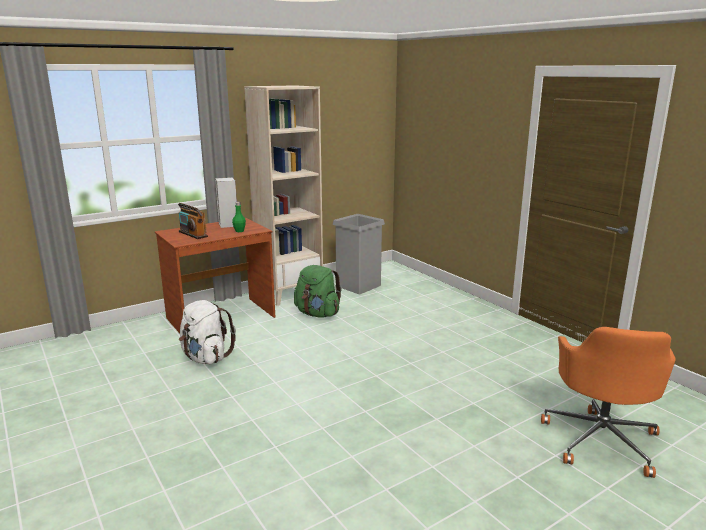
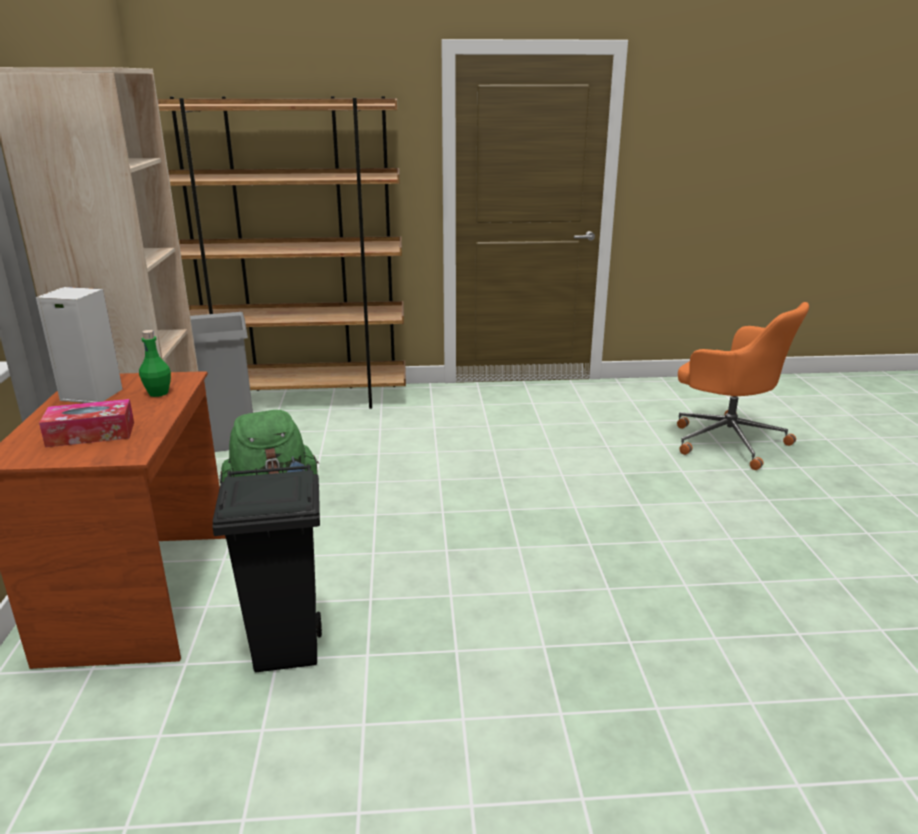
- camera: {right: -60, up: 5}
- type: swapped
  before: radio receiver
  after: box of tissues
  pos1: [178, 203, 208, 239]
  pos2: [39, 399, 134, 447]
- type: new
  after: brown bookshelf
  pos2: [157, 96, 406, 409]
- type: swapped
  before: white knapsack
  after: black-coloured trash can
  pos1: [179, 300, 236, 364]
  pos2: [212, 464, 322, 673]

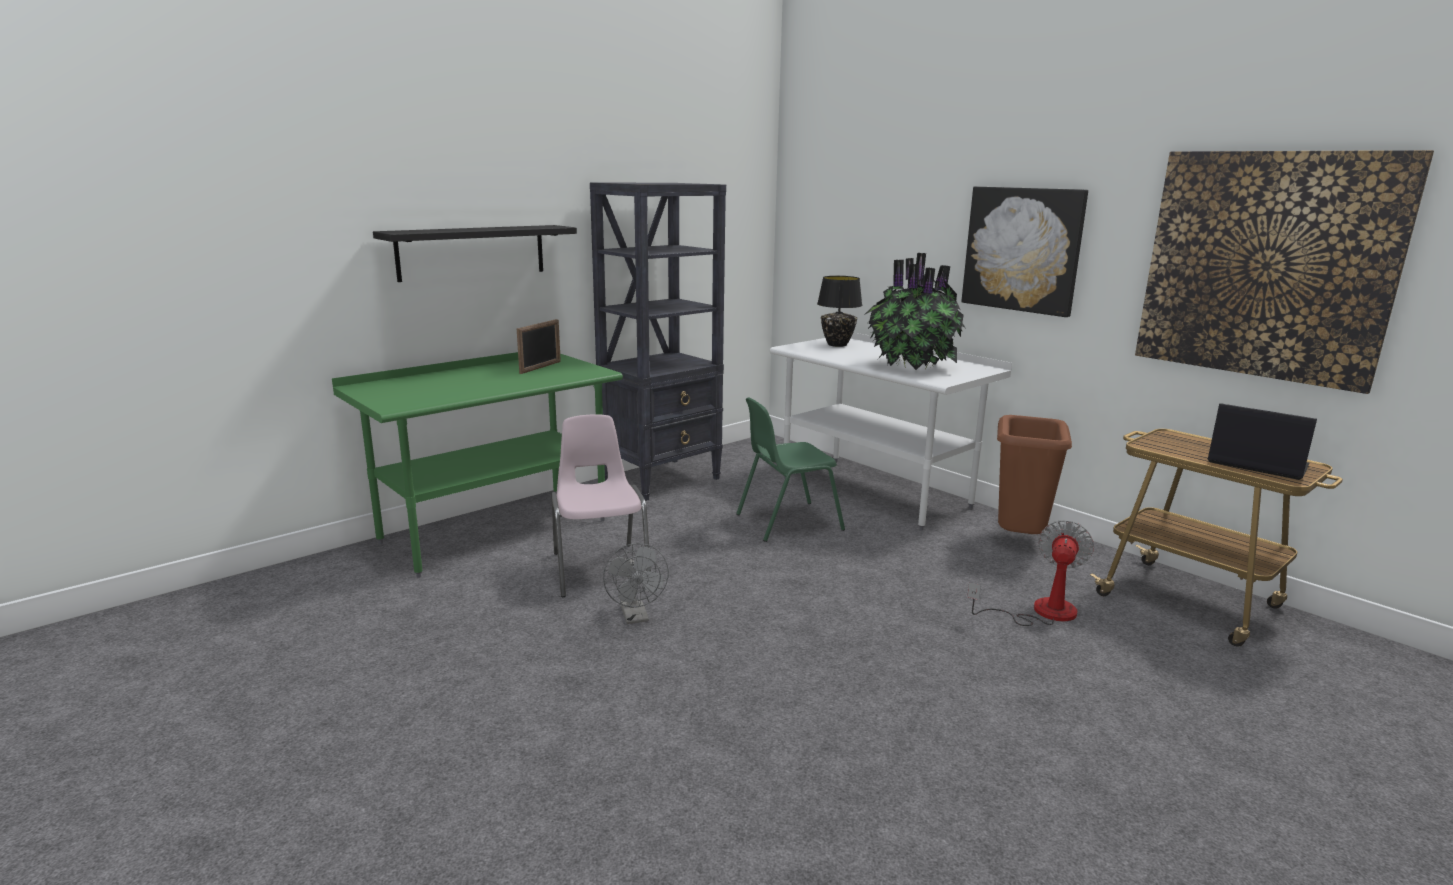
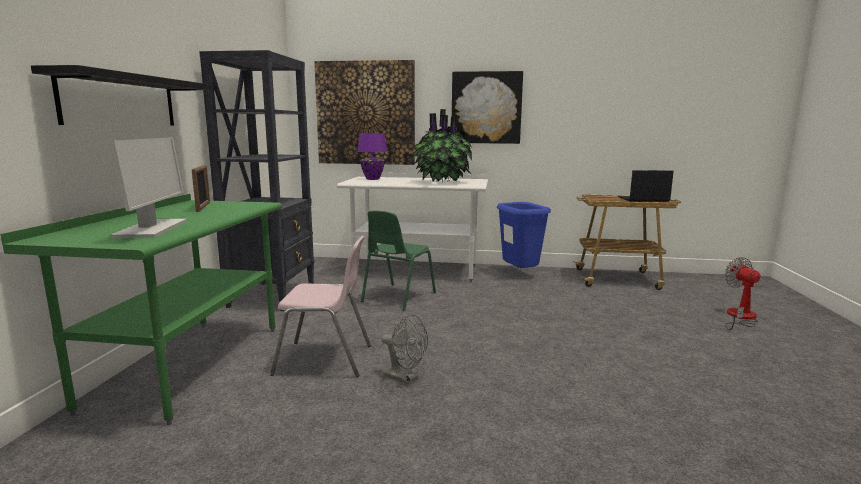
- camera: {right: -40, up: -5}
- type: new
  after: monitor
  pos2: [110, 137, 187, 238]
- type: rotated
  before: pink-coloured chair
  pos1: [551, 414, 651, 597]
  pos2: [270, 236, 371, 377]
  turn: 150
- type: shifted
  before: picture
  pos1: [1135, 150, 1434, 394]
  pos2: [314, 60, 415, 165]
- type: repainted
  before: black-coloured table lamp
  after: purple-coloured table lamp
  pos1: [817, 276, 863, 347]
  pos2: [357, 133, 388, 180]
- type: repainted
  before: brown trash can
  after: blue-coloured trash can
  pos1: [997, 415, 1072, 534]
  pos2: [497, 202, 551, 268]
- type: shifted
  before: fan
  pos1: [967, 520, 1094, 626]
  pos2: [725, 257, 761, 330]

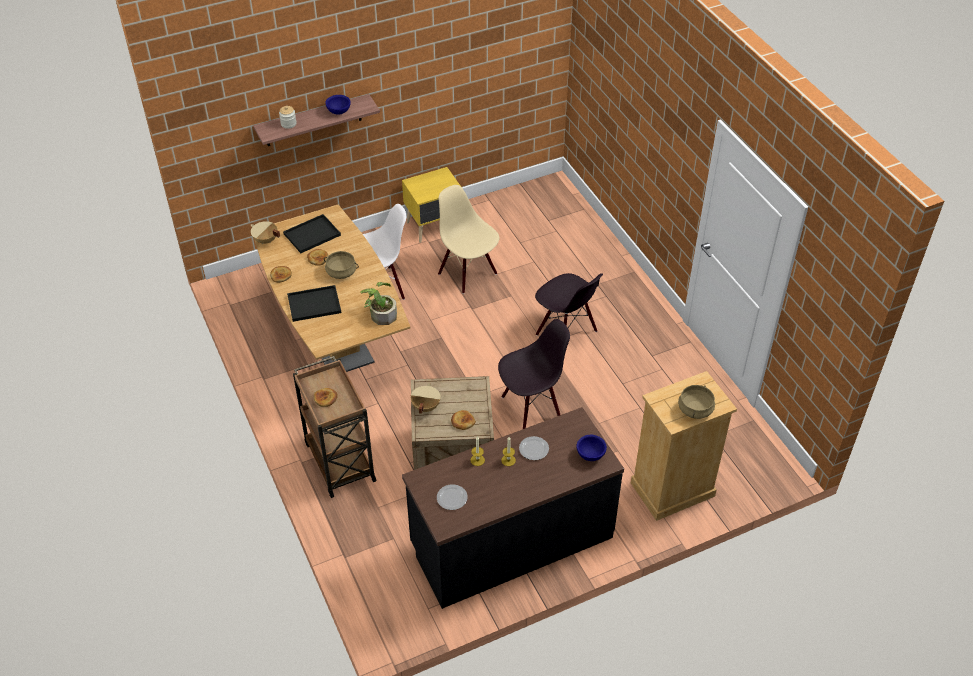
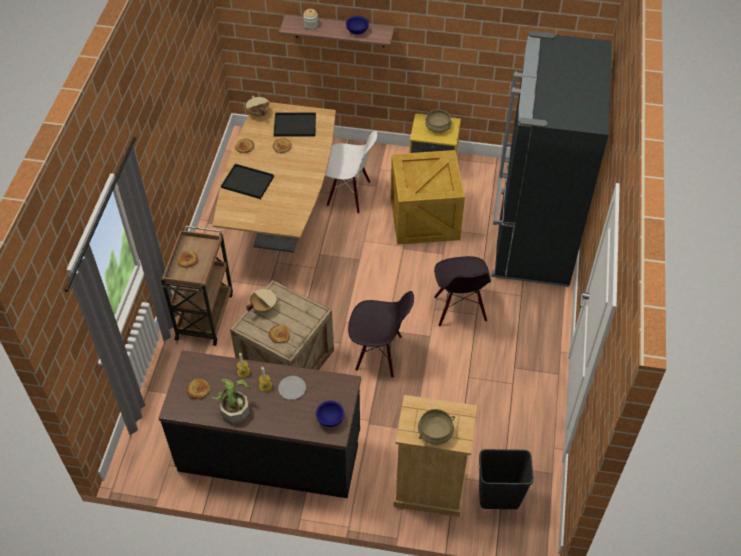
- camera: {right: 35, up: 5}
- type: swapped
  before: plate
  after: bakery bread
  pos1: [437, 484, 468, 510]
  pos2: [186, 378, 211, 399]
- type: shifted
  before: plant in a pot
  pos1: [361, 282, 397, 325]
  pos2: [212, 379, 251, 425]
- type: swapped
  before: beige chair
  after: shipping crate
  pos1: [438, 185, 499, 294]
  pos2: [391, 150, 465, 245]
- type: shifted
  before: beige cooking pot
  pos1: [324, 251, 359, 279]
  pos2: [425, 109, 451, 133]
- type: new
  after: black-coloured trash can
  pos2: [479, 449, 534, 509]
- type: new
  after: black-coloured kitchen fridge
  pos2: [491, 31, 612, 287]

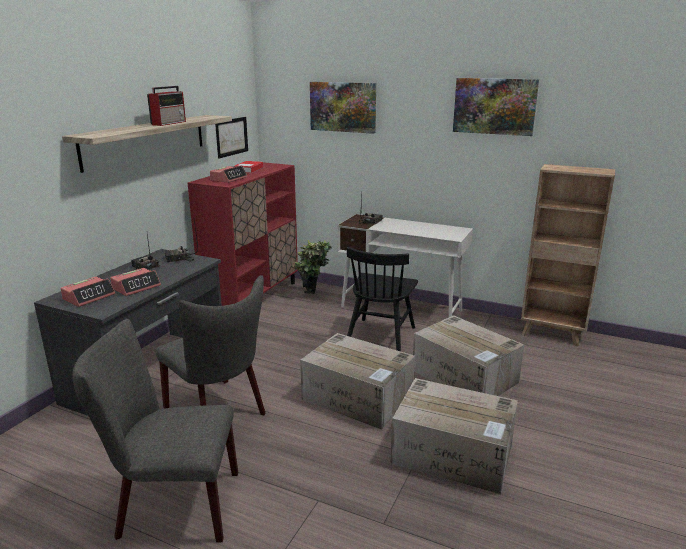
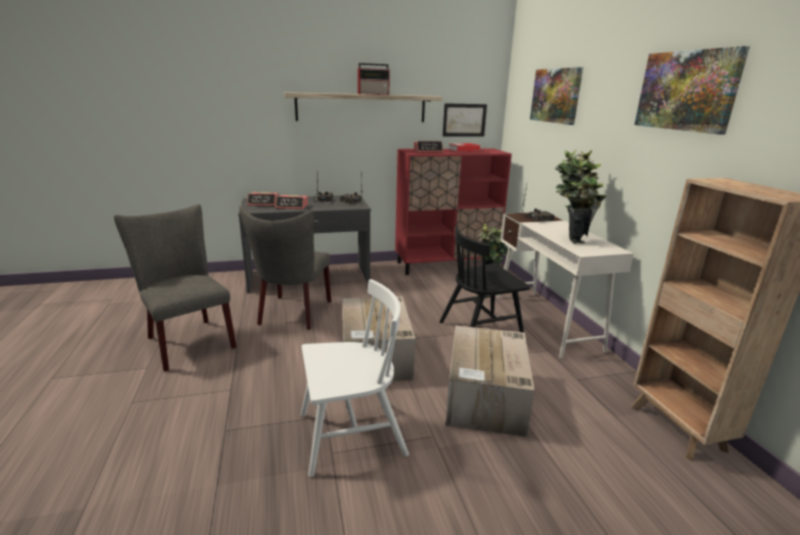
- camera: {right: 50, up: 0}
- type: swapped
  before: carton
  after: white chair
  pos1: [391, 378, 518, 494]
  pos2: [301, 279, 409, 477]
- type: new
  after: plant in a pot
  pos2: [554, 150, 607, 244]

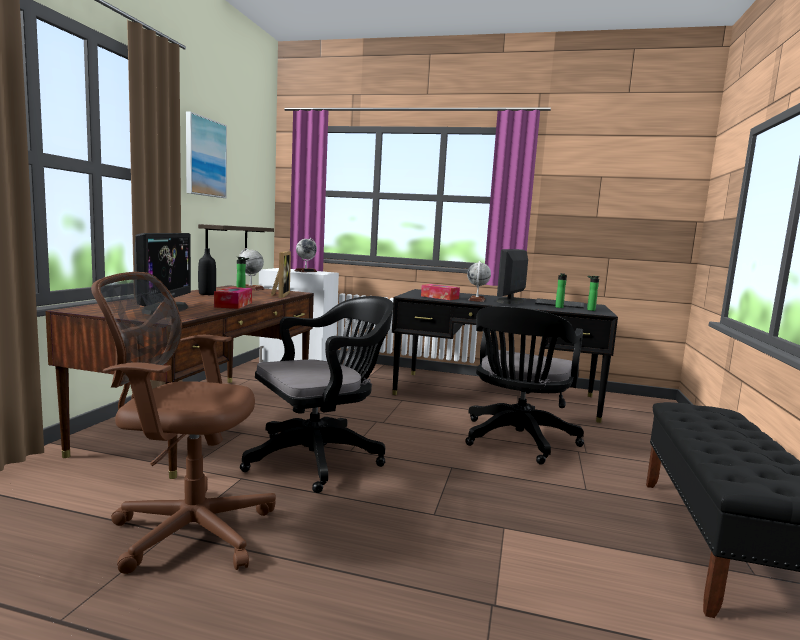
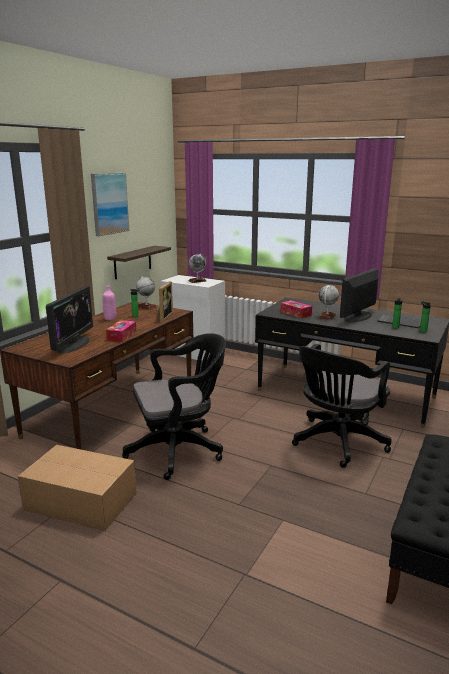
- camera: {right: 15, up: 10}
- type: swapped
  before: brown desk chair
  after: carton
  pos1: [91, 272, 276, 574]
  pos2: [18, 445, 136, 531]
- type: repainted
  before: black-coloured drink bottle
  after: pink-coloured drink bottle
  pos1: [198, 248, 216, 295]
  pos2: [103, 286, 116, 320]

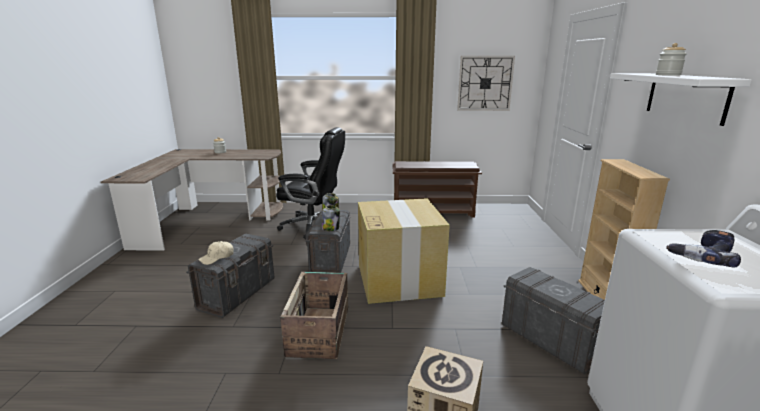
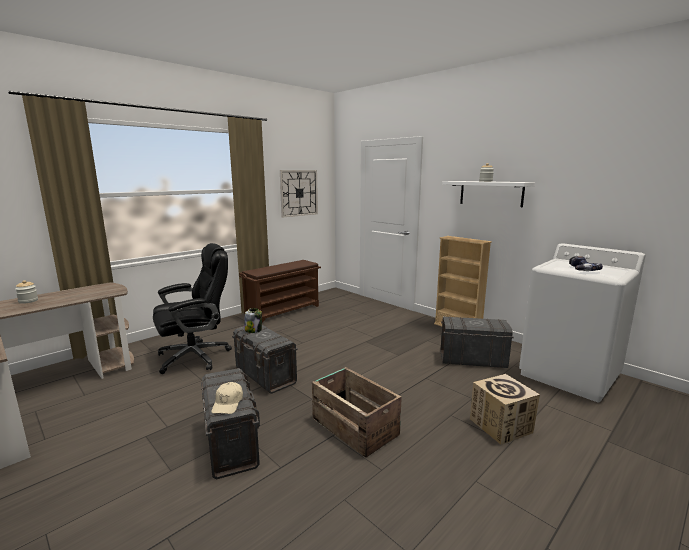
- camera: {right: -45, up: -5}
- type: gone
  before: jar
  pos1: [322, 205, 340, 231]
- type: gone
  before: carton
  pos1: [358, 198, 450, 304]

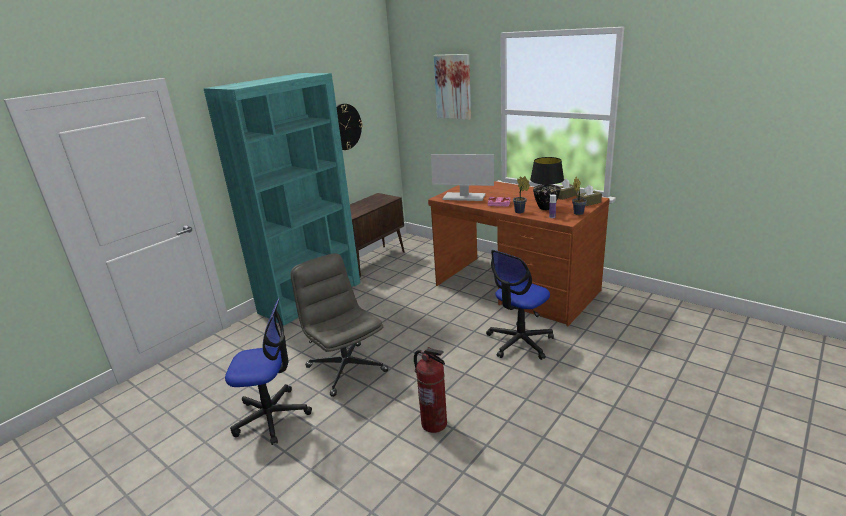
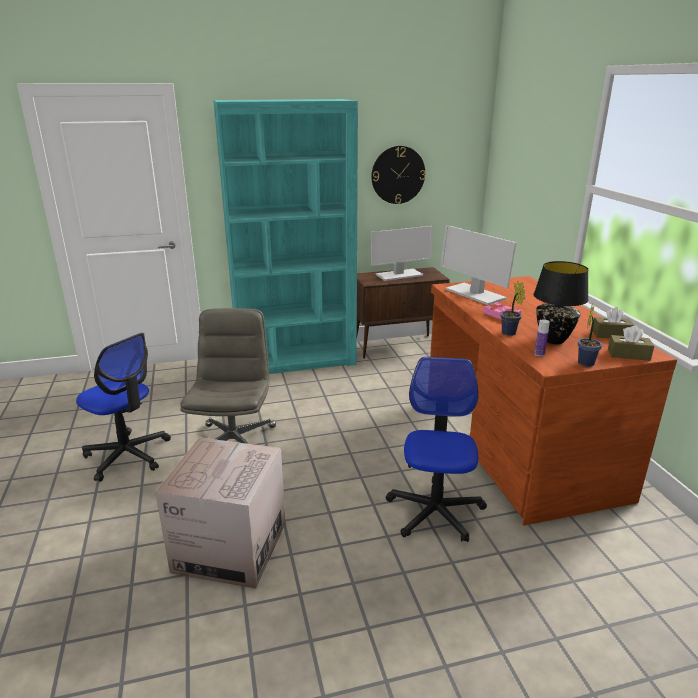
- camera: {right: 35, up: 0}
- type: swapped
  before: extinguisher
  after: carton
  pos1: [414, 347, 447, 433]
  pos2: [155, 437, 286, 589]
- type: new
  after: monitor
  pos2: [371, 226, 433, 281]
- type: rotated
  before: desk chair
  pos1: [486, 250, 554, 360]
  pos2: [386, 357, 487, 542]
  turn: 105
- type: gone
  before: picture
  pos1: [434, 54, 471, 120]

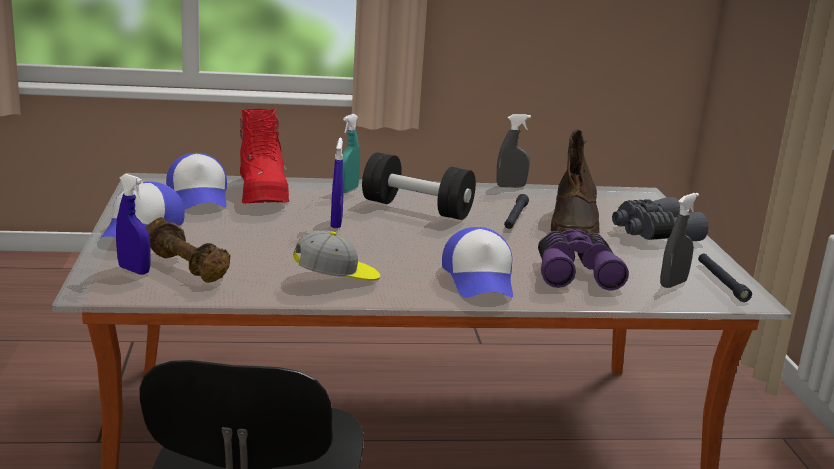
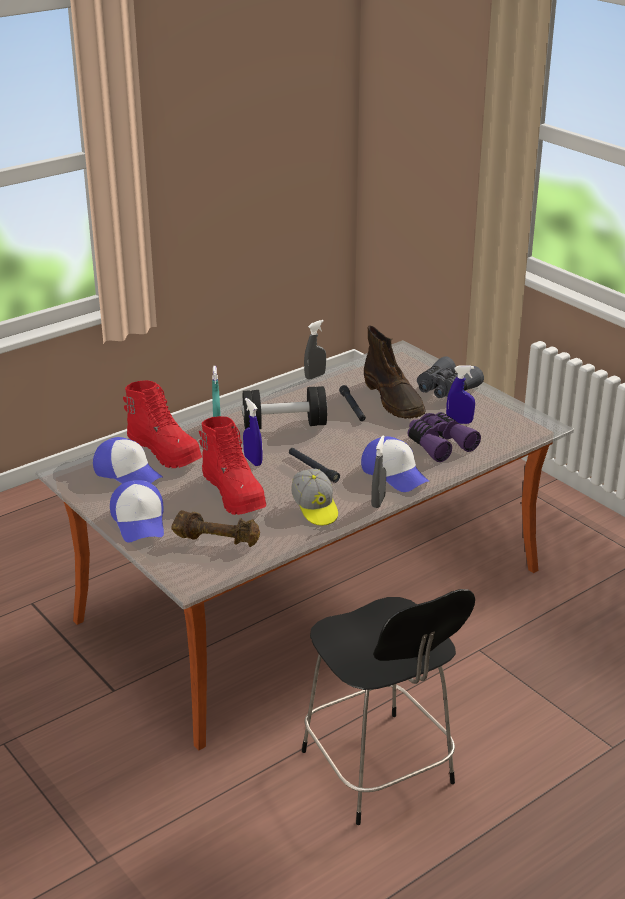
- camera: {right: -30, up: 10}
- type: new
  after: red boot
  pos2: [199, 416, 267, 515]
- type: shifted
  before: black-coloured hand torch
  pos1: [698, 254, 752, 302]
  pos2: [289, 448, 340, 483]
- type: rotated
  before: cap
  pos1: [293, 230, 380, 281]
  pos2: [291, 469, 338, 526]
  turn: 120
- type: shifted
  before: gray sprayer
  pos1: [660, 193, 699, 288]
  pos2: [371, 435, 386, 508]
- type: shifted
  before: blue-coloured sprayer
  pos1: [116, 174, 151, 275]
  pos2: [446, 365, 475, 424]

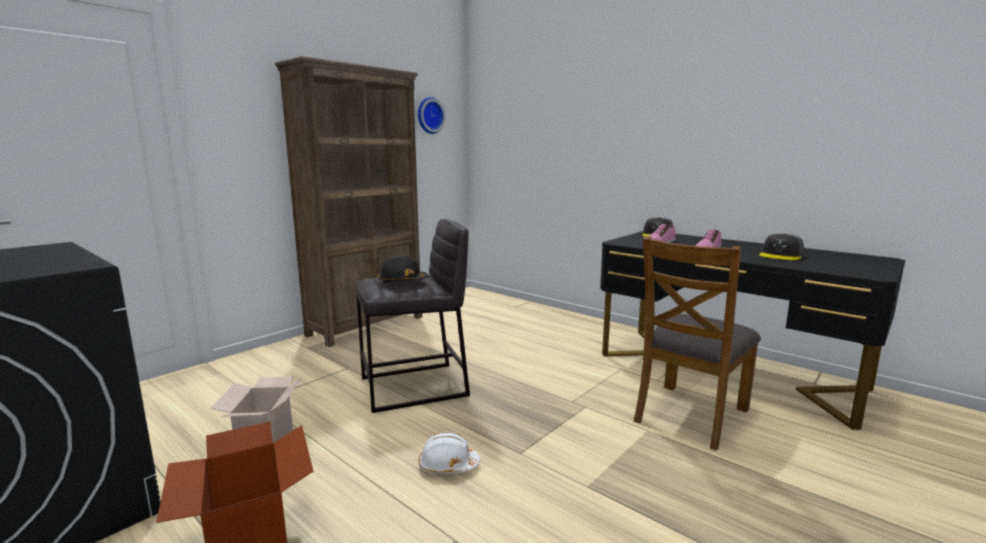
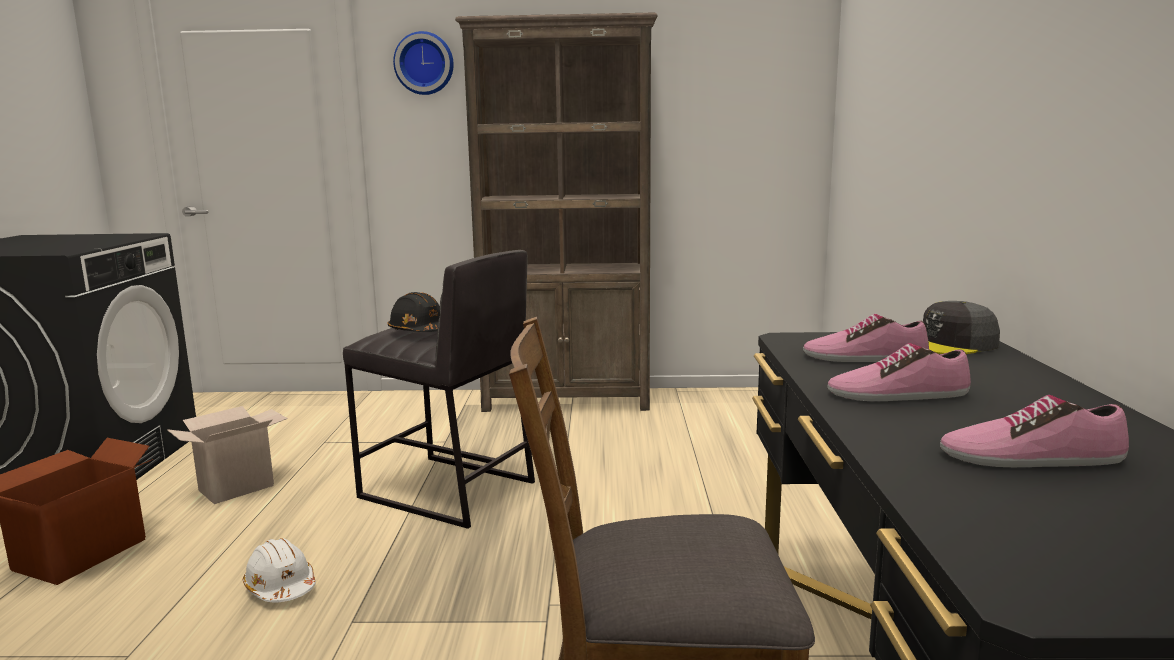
- camera: {right: 50, up: 0}
- type: shifted
  before: clock on the wall
  pos1: [418, 97, 445, 134]
  pos2: [393, 31, 454, 95]
- type: swapped
  before: gray cap
  after: item of footwear
  pos1: [759, 233, 804, 260]
  pos2: [940, 395, 1129, 467]

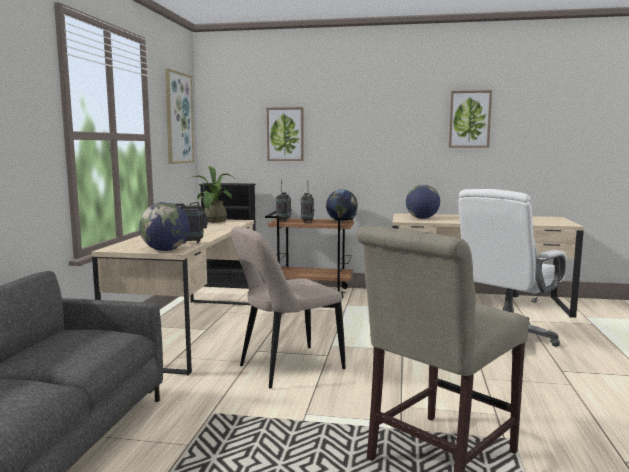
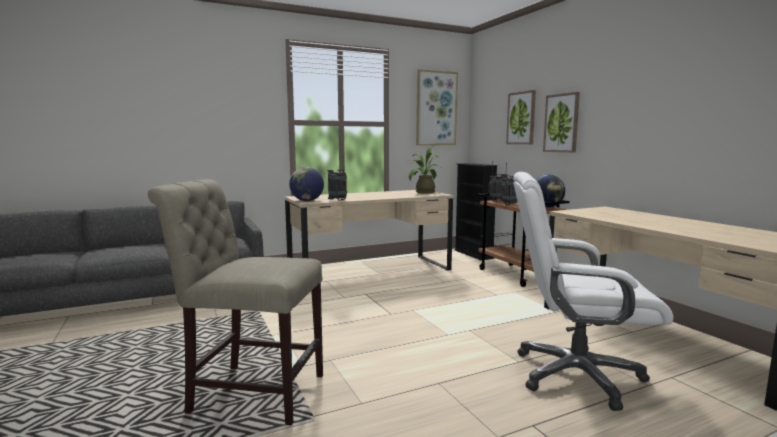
- camera: {right: 55, up: 0}
- type: shifted
  before: picture
  pos1: [449, 90, 492, 148]
  pos2: [543, 92, 580, 152]
- type: gone
  before: beige chair
  pos1: [231, 226, 345, 389]
- type: gone
  before: desk globe
  pos1: [406, 185, 440, 219]

